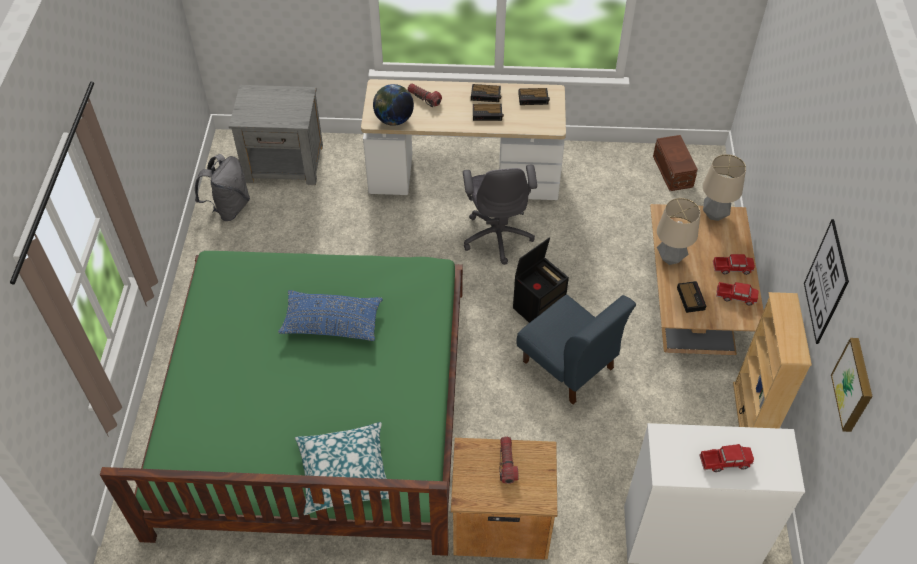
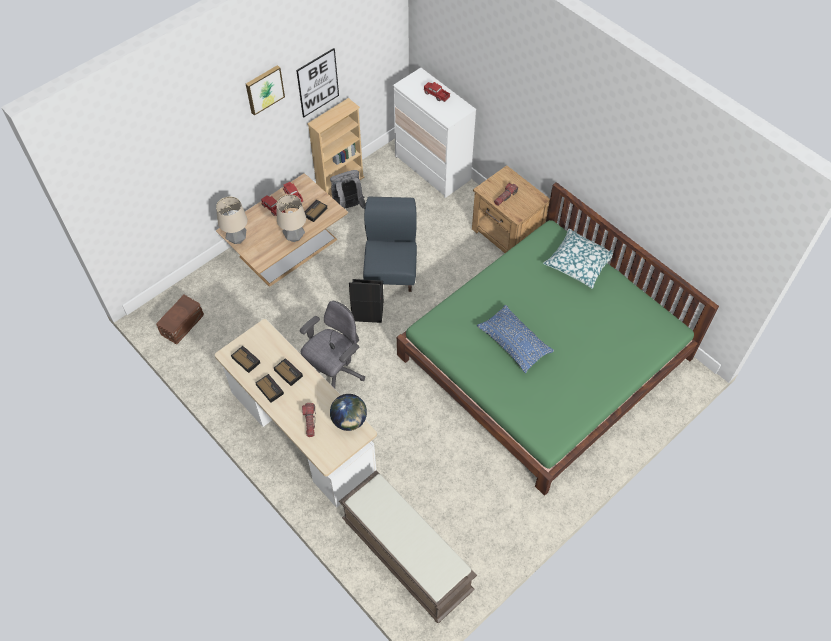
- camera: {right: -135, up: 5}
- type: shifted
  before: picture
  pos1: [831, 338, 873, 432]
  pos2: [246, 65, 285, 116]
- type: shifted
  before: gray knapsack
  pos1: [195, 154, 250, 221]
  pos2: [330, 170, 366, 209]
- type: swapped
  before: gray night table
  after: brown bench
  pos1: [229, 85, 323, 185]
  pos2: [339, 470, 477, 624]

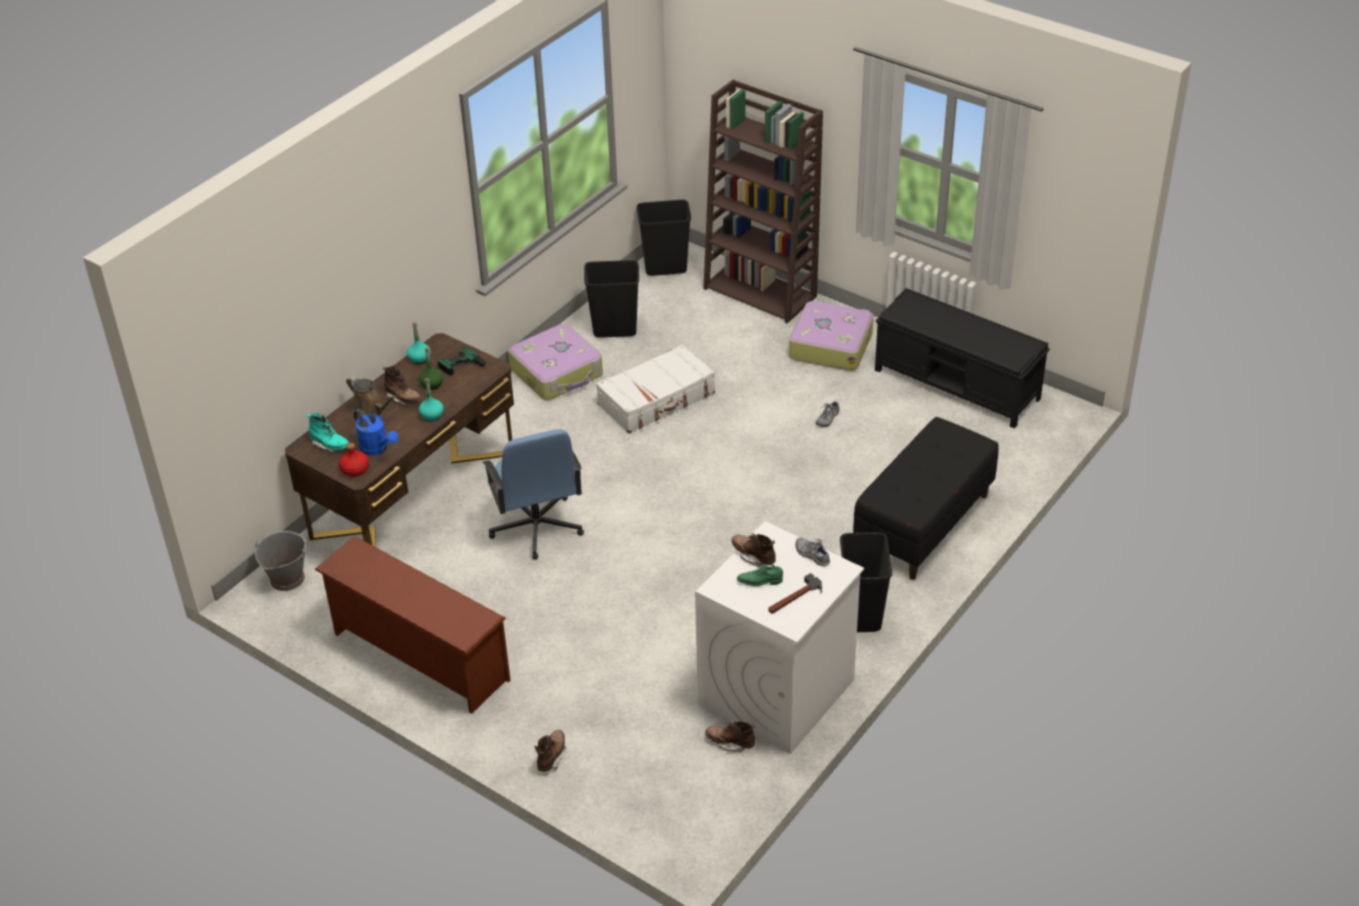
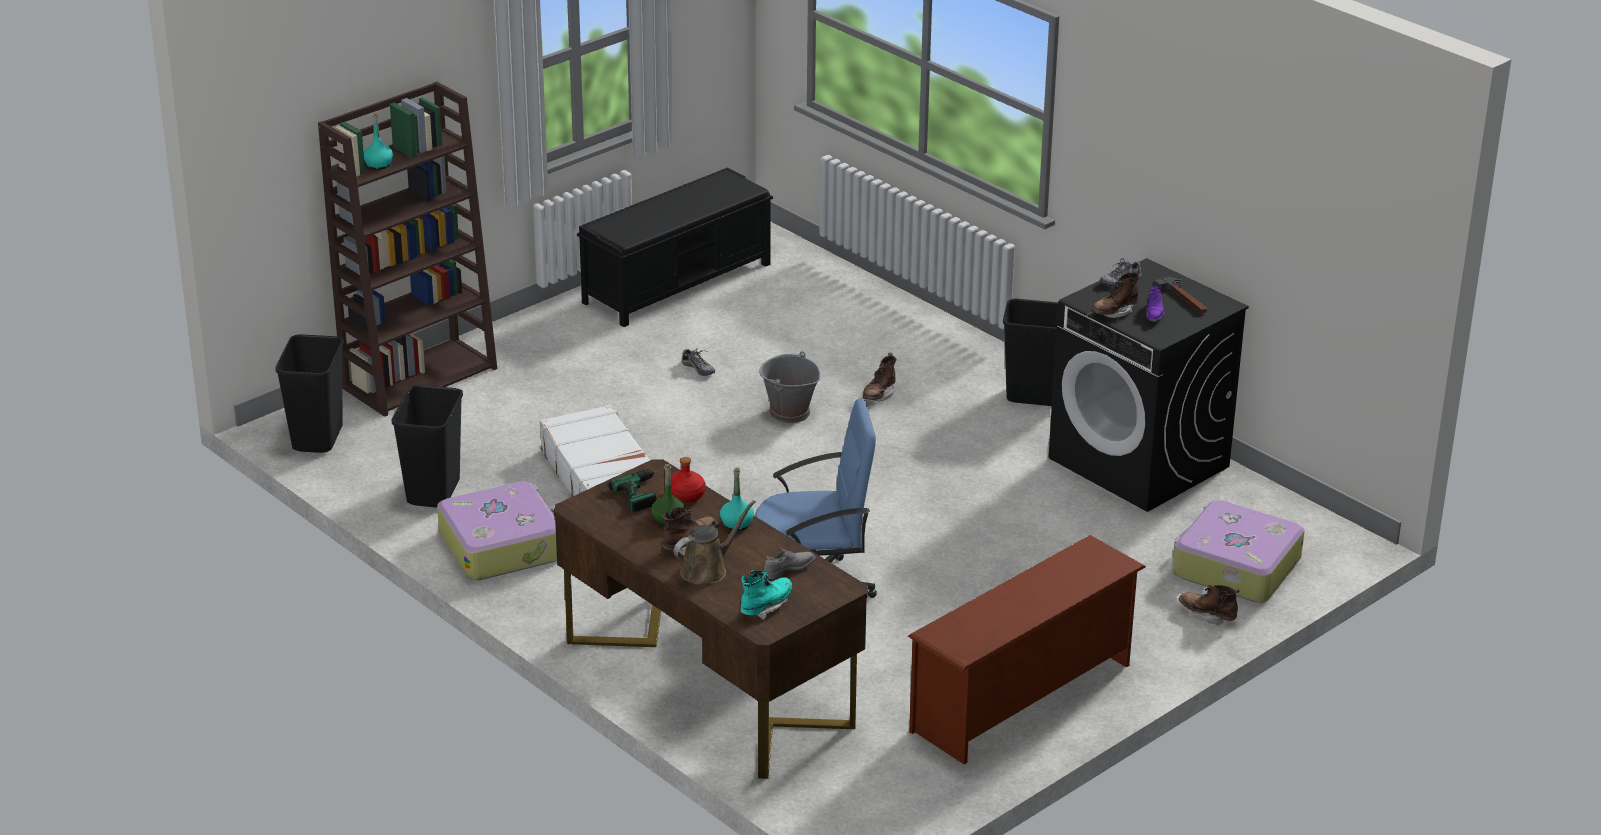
- camera: {right: -80, up: -10}
- type: shifted
  before: turquoise drink bottle
  pos1: [407, 322, 431, 364]
  pos2: [364, 112, 393, 170]
- type: shifted
  before: red drink bottle
  pos1: [339, 443, 369, 477]
  pos2: [671, 457, 706, 503]
- type: shifted
  before: gray water bucket
  pos1: [254, 531, 307, 591]
  pos2: [759, 351, 820, 423]
- type: swapped
  before: blue-coloured watering pot
  after: gray item of footwear
  pos1: [354, 409, 399, 455]
  pos2: [764, 548, 816, 579]
- type: shifted
  before: brown boot
  pos1: [705, 722, 755, 752]
  pos2: [862, 353, 897, 401]
- type: repainted
  before: white laundry appliance
  after: black-coloured laundry appliance
  pos1: [695, 521, 864, 754]
  pos2: [1049, 258, 1249, 512]
- type: repainted
  before: green-coloured item of footwear
  after: purple-coloured item of footwear
  pos1: [737, 564, 783, 586]
  pos2: [1146, 286, 1165, 322]
- type: shifted
  before: piece of luggage
  pos1: [789, 300, 874, 371]
  pos2: [1172, 500, 1305, 603]
- type: gone
  before: black-coloured bench
  pos1: [853, 417, 999, 580]

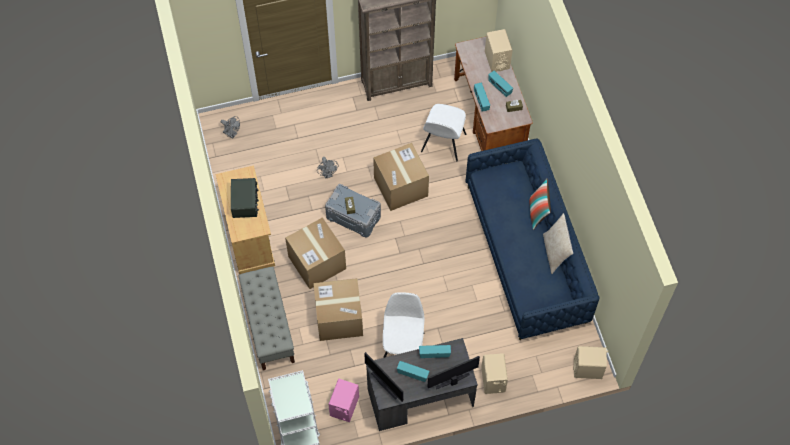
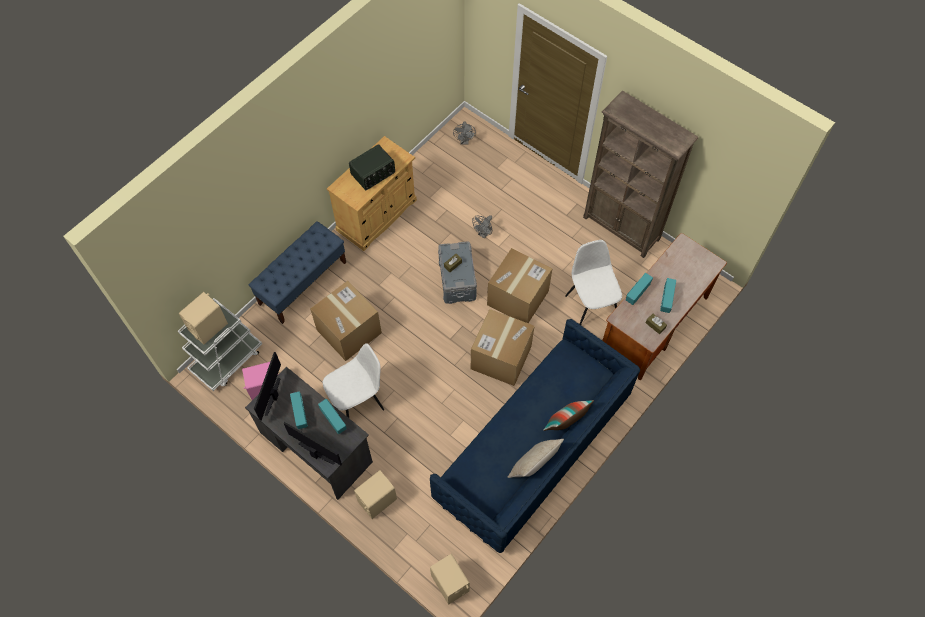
- camera: {right: 55, up: 0}
- type: shifted
  before: beige audio speaker
  pos1: [485, 29, 513, 72]
  pos2: [179, 292, 228, 345]
- type: repainted
  before: gray bench
  after: blue-coloured bench
  pos1: [239, 267, 295, 371]
  pos2: [248, 221, 346, 324]
- type: shifted
  before: carton
  pos1: [285, 217, 346, 289]
  pos2: [471, 309, 534, 386]
- type: rotated
  before: white chair
  pos1: [421, 104, 466, 161]
  pos2: [565, 240, 622, 325]
  turn: 90

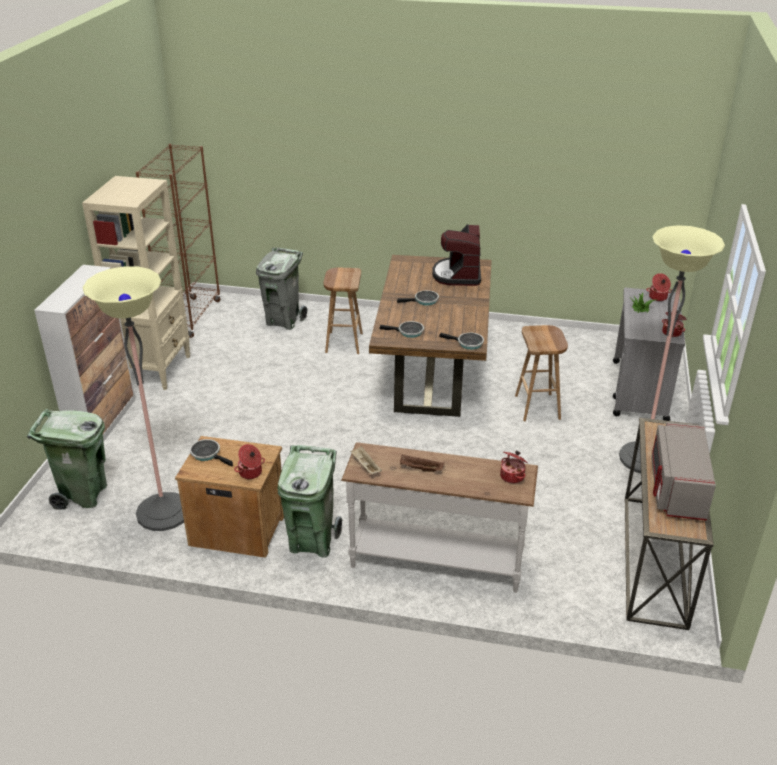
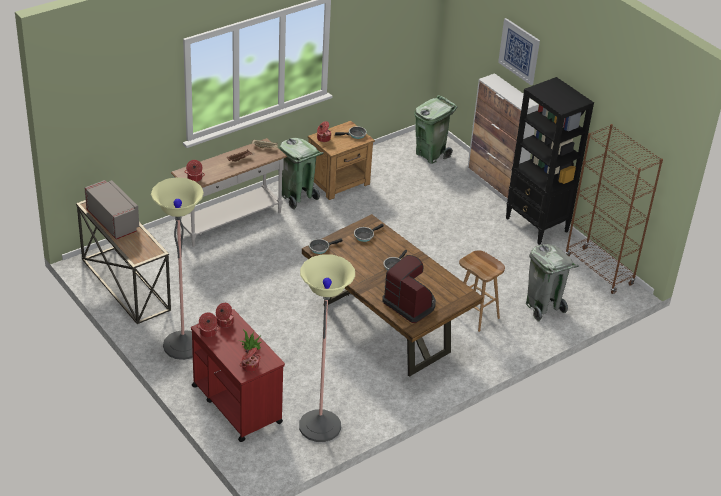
- camera: {right: 130, up: 5}
- type: repainted
  before: gray trolley
  after: red trolley
  pos1: [613, 288, 685, 421]
  pos2: [191, 309, 285, 442]
- type: new
  after: cooking pot
  pos2: [216, 303, 234, 328]
- type: shifted
  before: standing lamp
  pos1: [83, 266, 184, 531]
  pos2: [299, 254, 355, 442]
- type: new
  after: picture
  pos2: [498, 18, 540, 85]
- type: repainted
  before: beige bookshelf
  after: black-coloured bookshelf
  pos1: [82, 176, 190, 390]
  pos2: [506, 77, 594, 245]
- type: gone
  before: brown stool seat
  pos1: [515, 325, 568, 421]

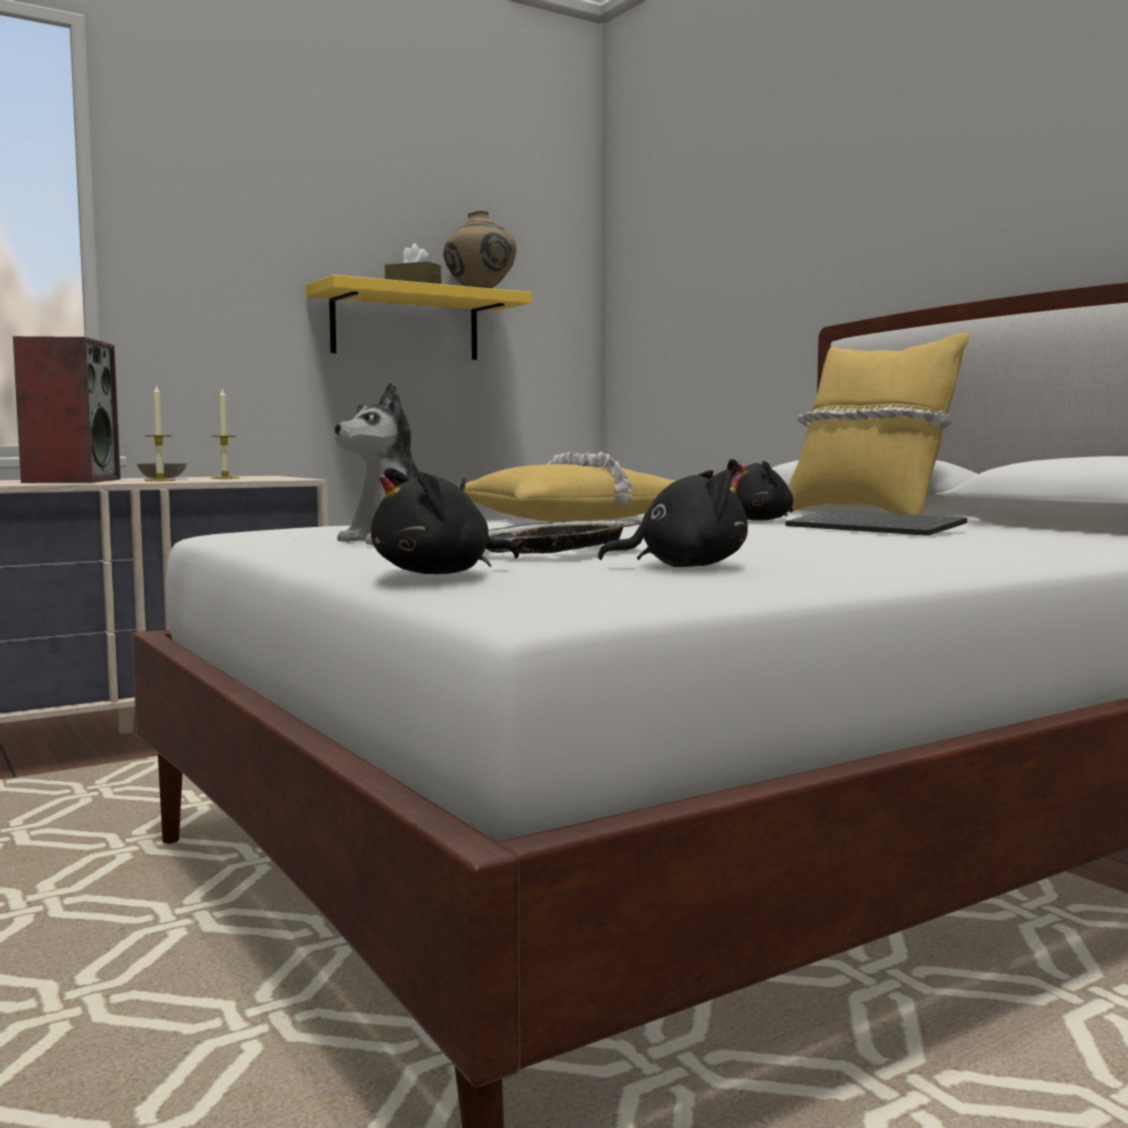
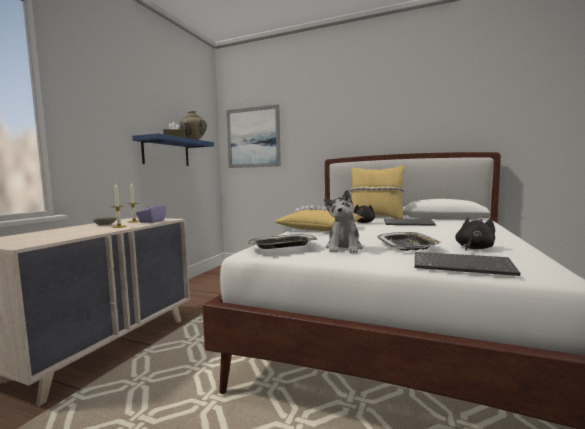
- camera: {right: -35, up: 0}
- type: repainted
  before: yellow-coloured bracket shelf
  after: blue-coloured bracket shelf
  pos1: [305, 275, 532, 360]
  pos2: [132, 133, 214, 166]
- type: new
  after: purple-coloured box of tissues
  pos2: [136, 200, 166, 223]
- type: new
  after: picture
  pos2: [226, 104, 281, 168]
- type: new
  after: carrying tray
  pos2: [248, 234, 317, 249]
- type: swapped
  before: black-coloured plush toy
  after: keyboard
  pos1: [371, 468, 519, 574]
  pos2: [415, 252, 520, 276]
- type: gone
  before: audio speaker
  pos1: [13, 336, 121, 483]

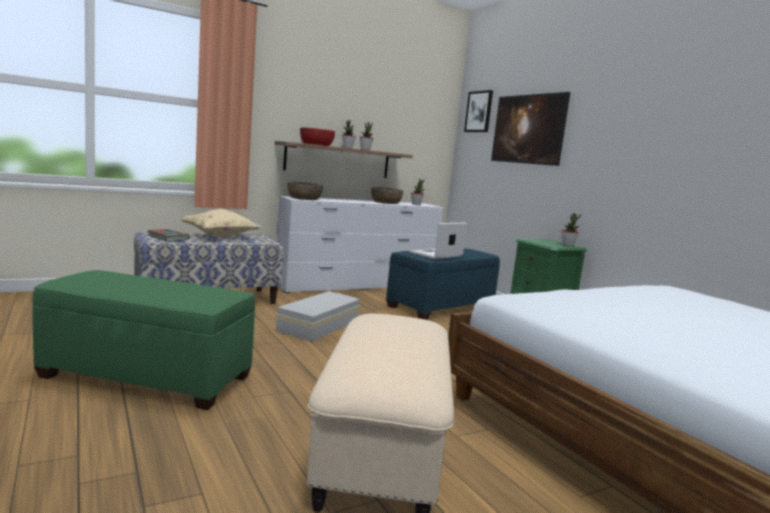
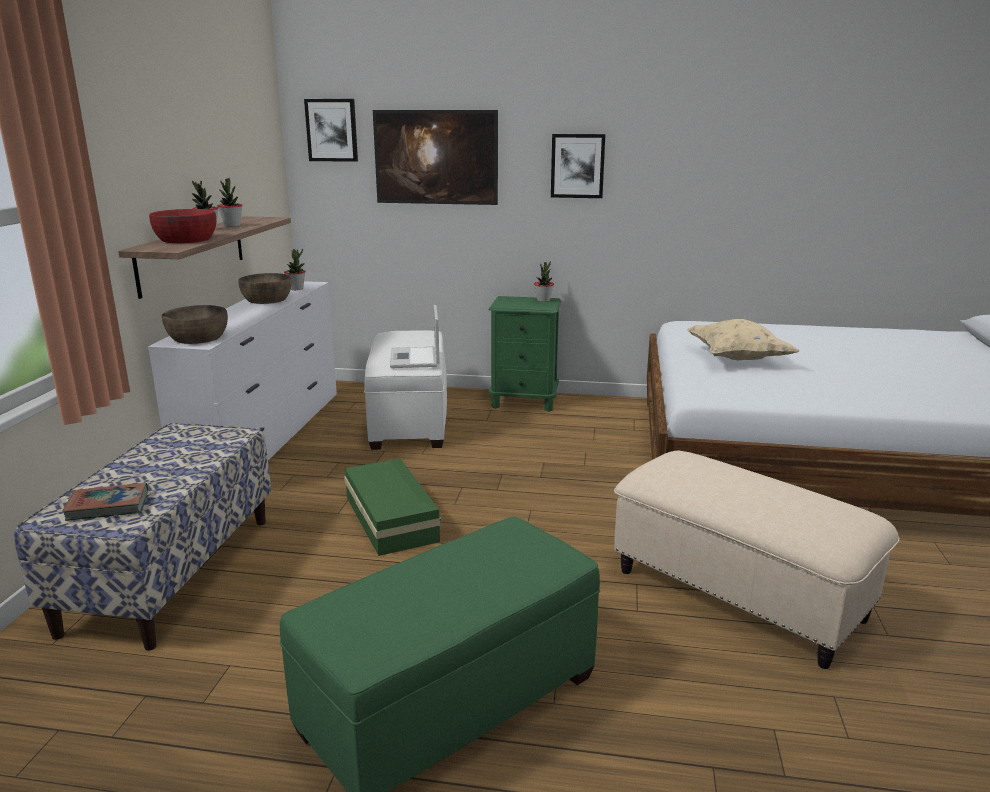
- camera: {right: -50, up: 10}
- type: repainted
  before: white storage bin
  after: green-coloured storage bin
  pos1: [275, 291, 360, 342]
  pos2: [344, 458, 441, 556]
- type: repainted
  before: blue-coloured footrest
  after: white footrest
  pos1: [386, 248, 500, 320]
  pos2: [364, 330, 447, 450]
- type: new
  after: picture
  pos2: [551, 134, 606, 198]
- type: shifted
  before: beige cushion
  pos1: [181, 209, 261, 237]
  pos2: [687, 319, 800, 360]

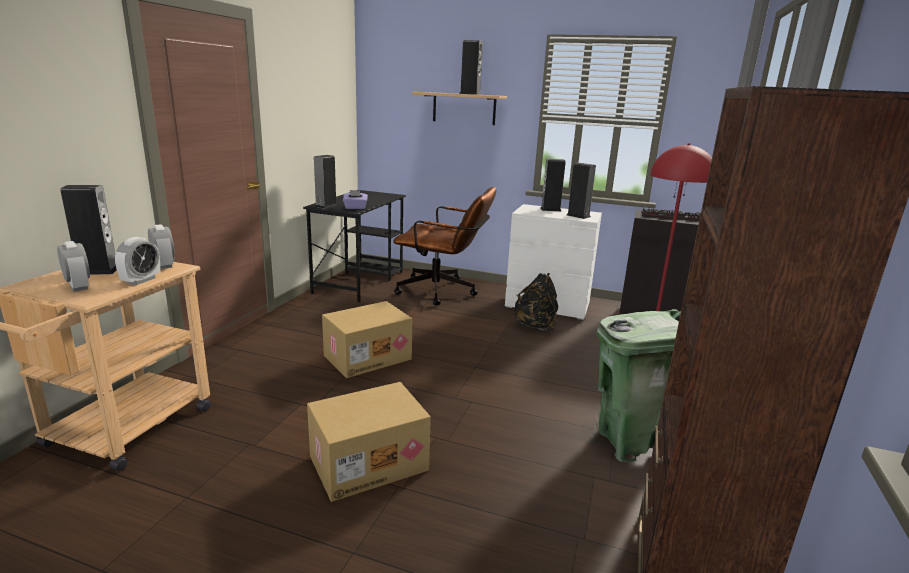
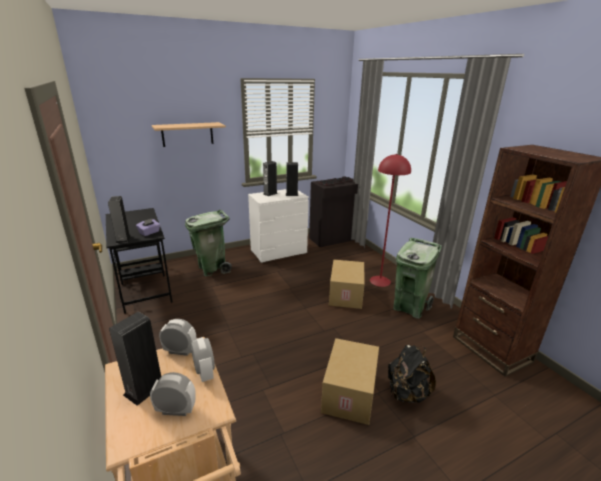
- camera: {right: -45, up: 5}
- type: swapped
  before: brown desk chair
  after: green-coloured trash can
  pos1: [393, 187, 496, 306]
  pos2: [185, 210, 232, 277]
- type: shifted
  before: carton
  pos1: [322, 301, 412, 378]
  pos2: [329, 260, 365, 309]
- type: shifted
  before: black-coloured knapsack
  pos1: [514, 273, 558, 332]
  pos2: [388, 345, 436, 403]
- type: gone
  before: audio speaker
  pos1: [459, 40, 483, 95]

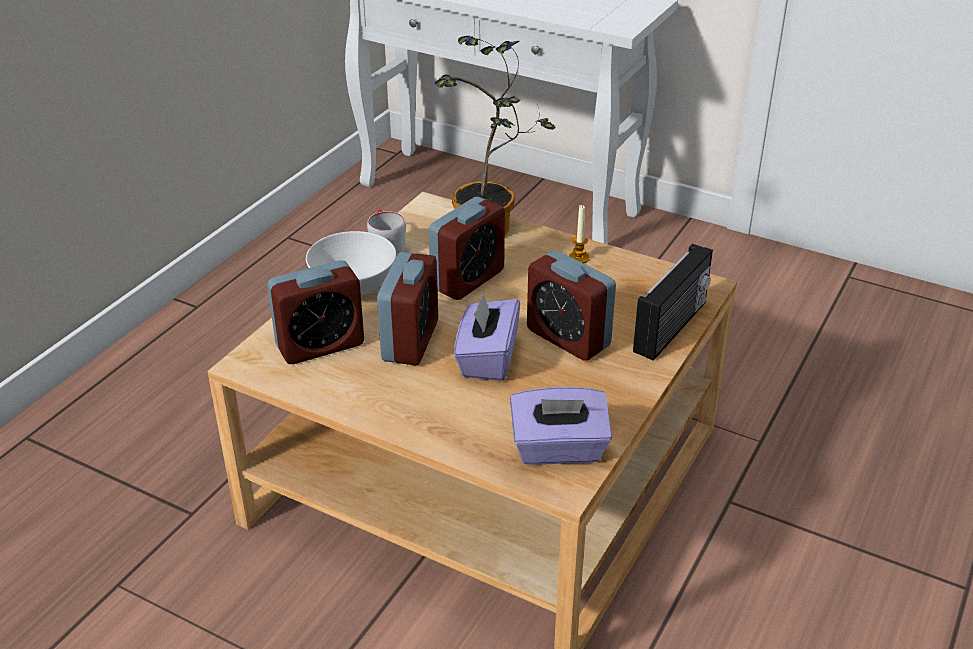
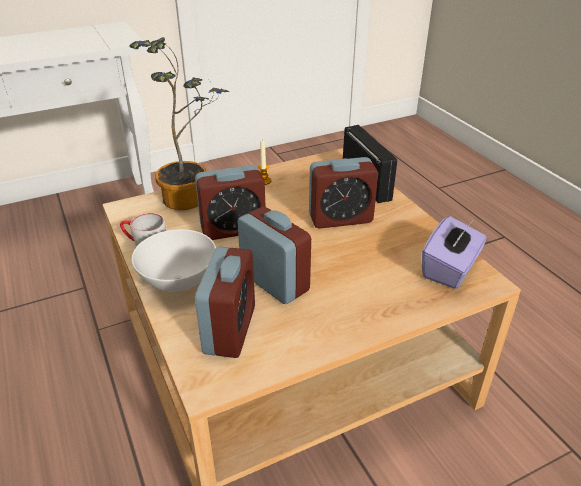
- camera: {right: -55, up: 0}
- type: rotated
  before: table clock
  pos1: [429, 197, 505, 300]
  pos2: [195, 165, 266, 240]
  turn: 90
- type: gone
  before: purple-coloured box of tissues
  pos1: [454, 293, 520, 381]

